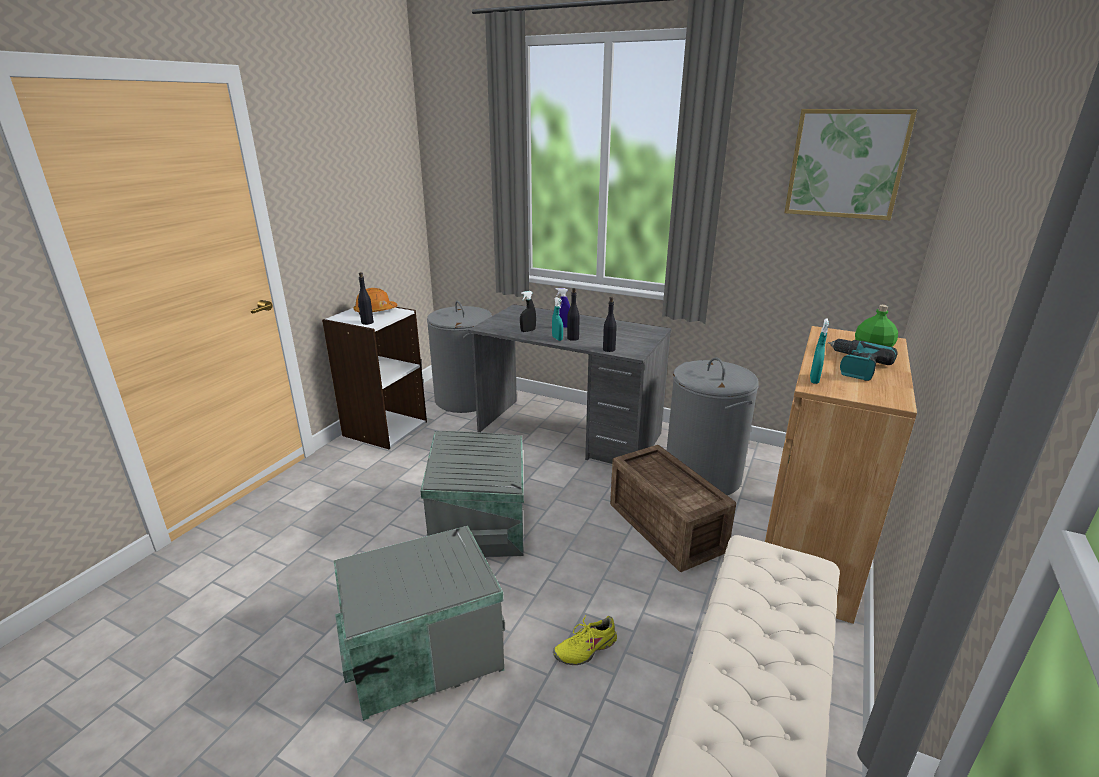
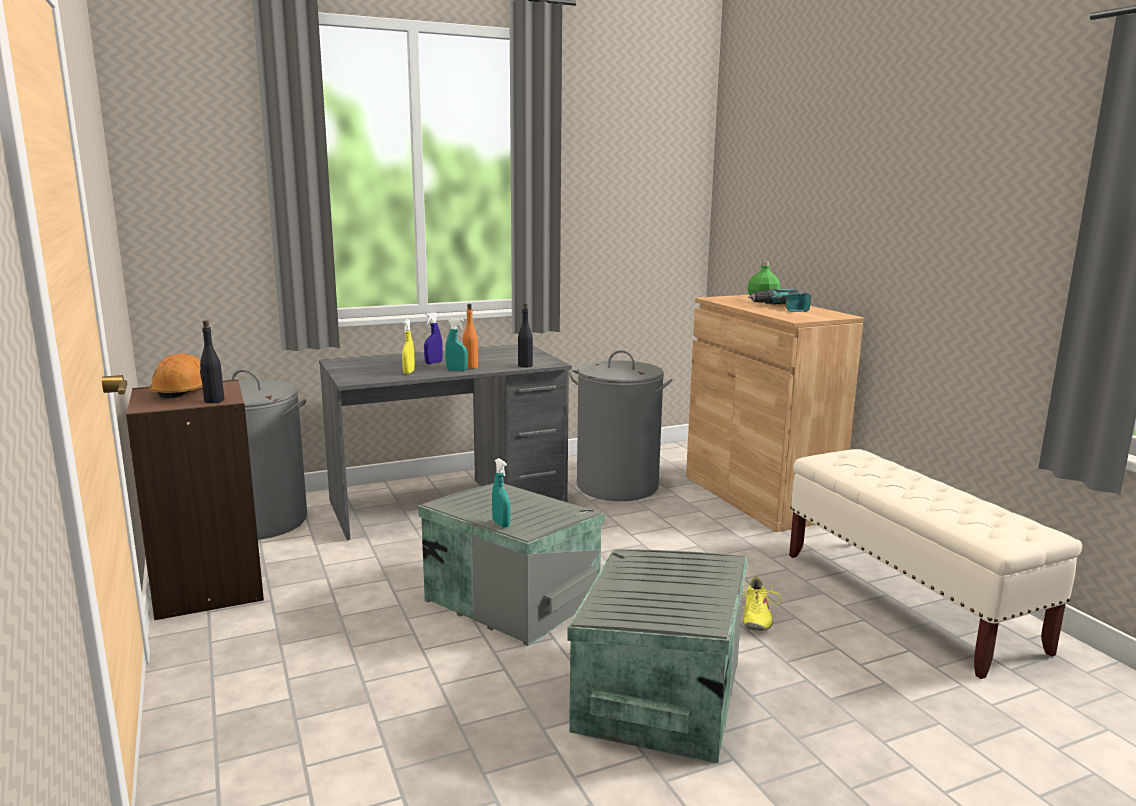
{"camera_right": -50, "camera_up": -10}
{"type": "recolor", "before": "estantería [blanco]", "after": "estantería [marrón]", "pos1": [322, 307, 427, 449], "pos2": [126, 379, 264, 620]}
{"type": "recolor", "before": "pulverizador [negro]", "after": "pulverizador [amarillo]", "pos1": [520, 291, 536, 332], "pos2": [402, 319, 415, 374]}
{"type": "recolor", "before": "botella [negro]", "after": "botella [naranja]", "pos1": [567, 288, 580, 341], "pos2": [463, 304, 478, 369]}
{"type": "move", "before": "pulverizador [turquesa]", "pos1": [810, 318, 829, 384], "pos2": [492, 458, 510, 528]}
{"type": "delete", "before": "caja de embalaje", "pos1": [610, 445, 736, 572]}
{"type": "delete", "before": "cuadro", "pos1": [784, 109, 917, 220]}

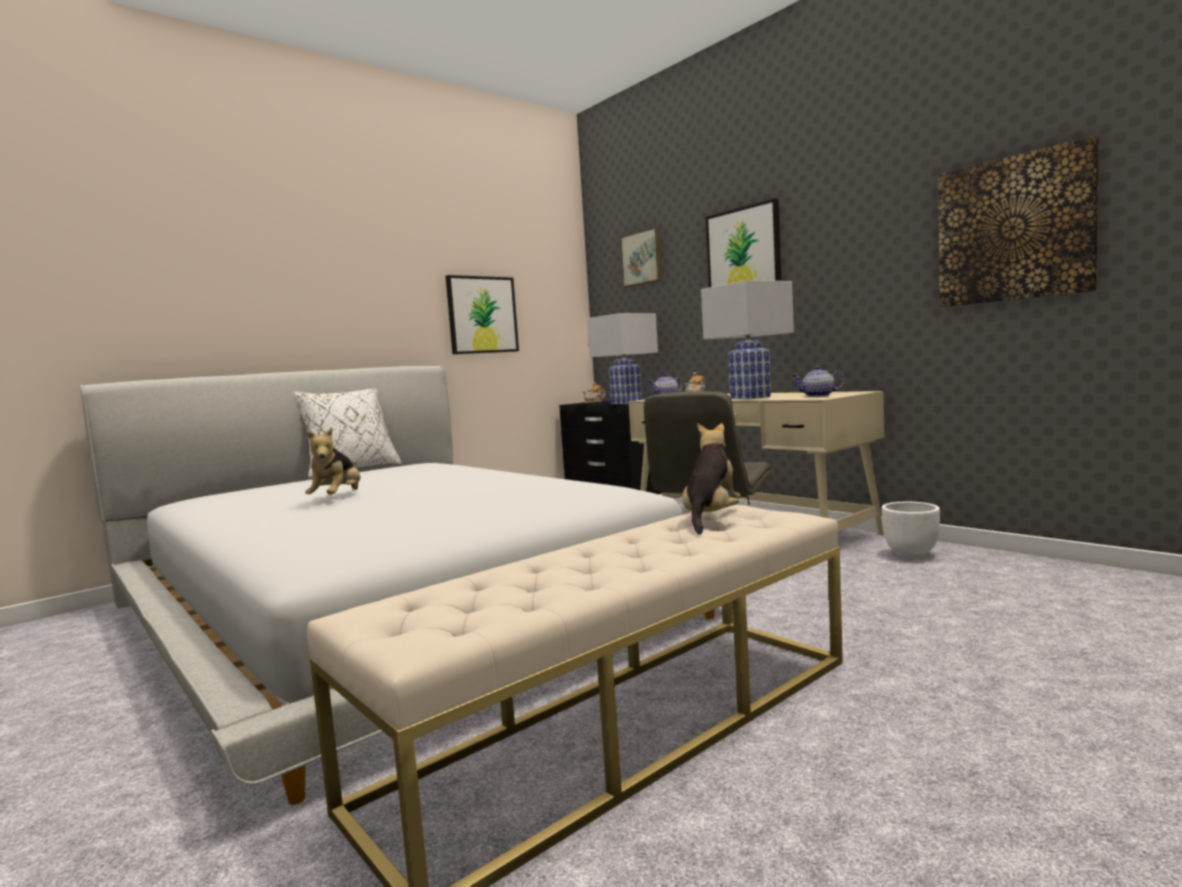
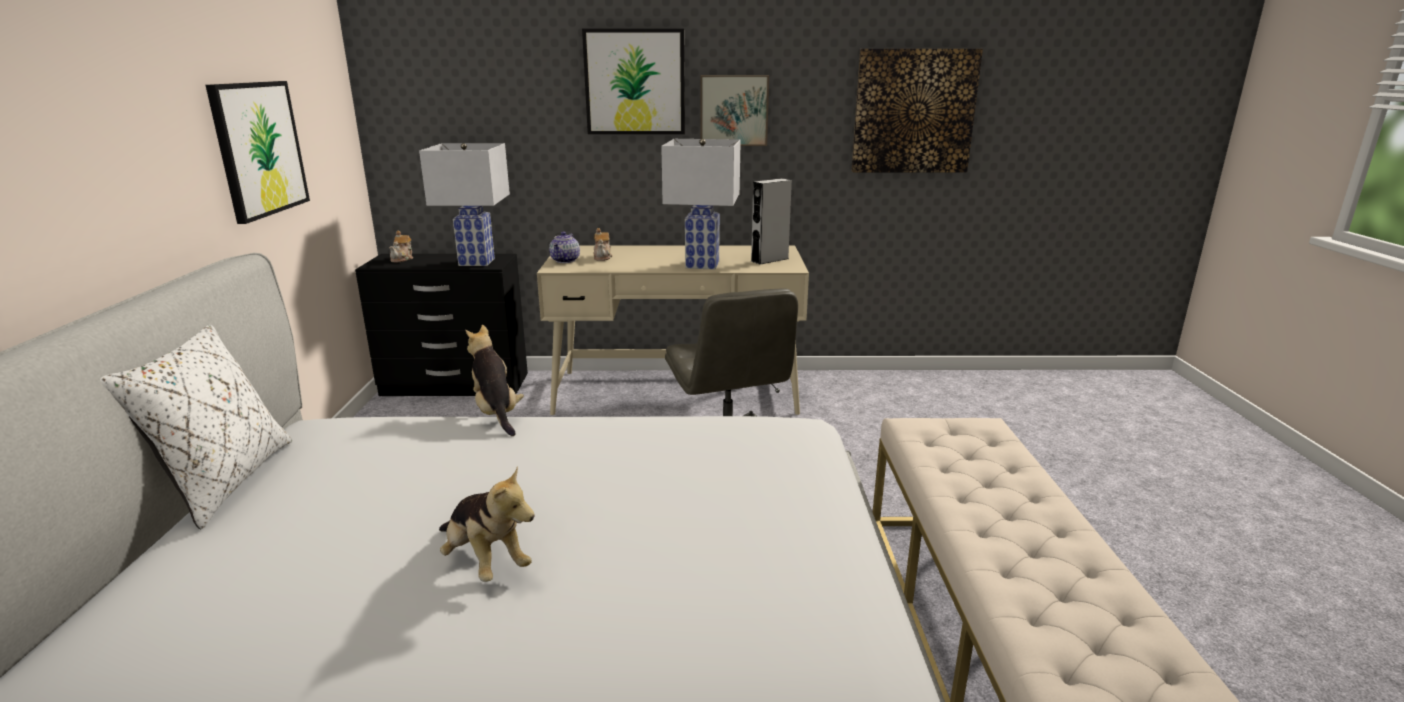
{"camera_right": -50, "camera_up": 15}
{"type": "move", "before": "peluche", "pos1": [682, 423, 741, 534], "pos2": [466, 325, 524, 436]}
{"type": "move", "before": "cuadro", "pos1": [620, 227, 663, 287], "pos2": [700, 75, 769, 146]}
{"type": "replace", "before": "tetera", "after": "altavoz [gris]", "pos1": [792, 366, 845, 397], "pos2": [751, 178, 792, 265]}
{"type": "delete", "before": "maceta [blanco]", "pos1": [881, 502, 940, 558]}

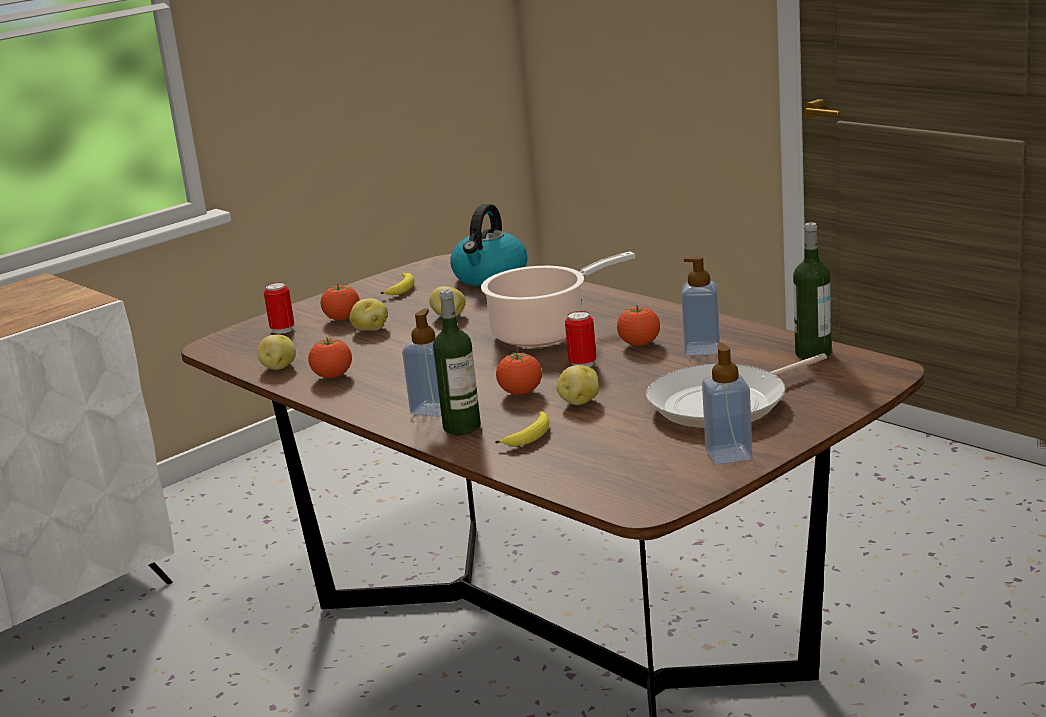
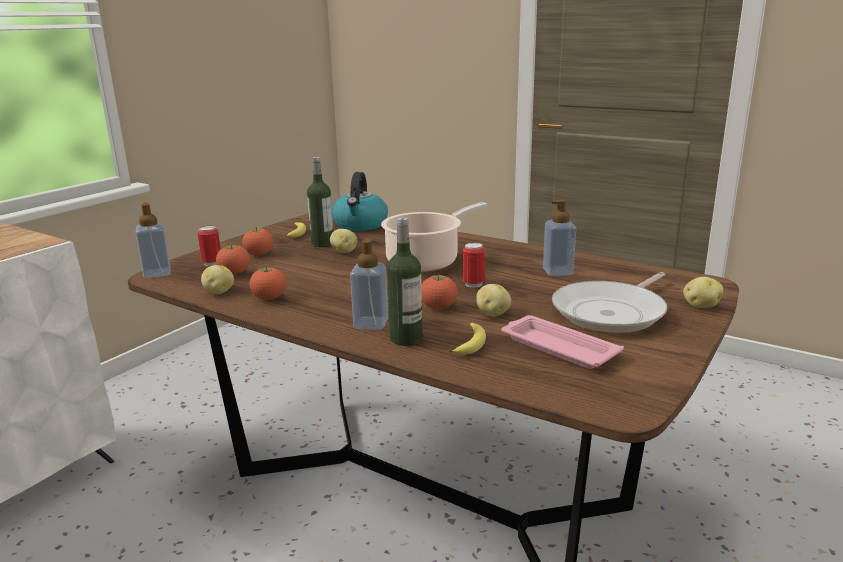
{"camera_right": -15, "camera_up": 0}
{"type": "move", "before": "dispensador de jabón", "pos1": [702, 343, 753, 464], "pos2": [136, 202, 171, 278]}
{"type": "move", "before": "tomate", "pos1": [617, 305, 660, 346], "pos2": [216, 245, 250, 275]}
{"type": "move", "before": "botella", "pos1": [793, 222, 832, 360], "pos2": [307, 157, 333, 247]}
{"type": "insert", "after": "bandeja [rosa]", "pos2": [501, 315, 624, 369]}
{"type": "move", "before": "patata", "pos1": [349, 299, 388, 331], "pos2": [683, 277, 723, 308]}

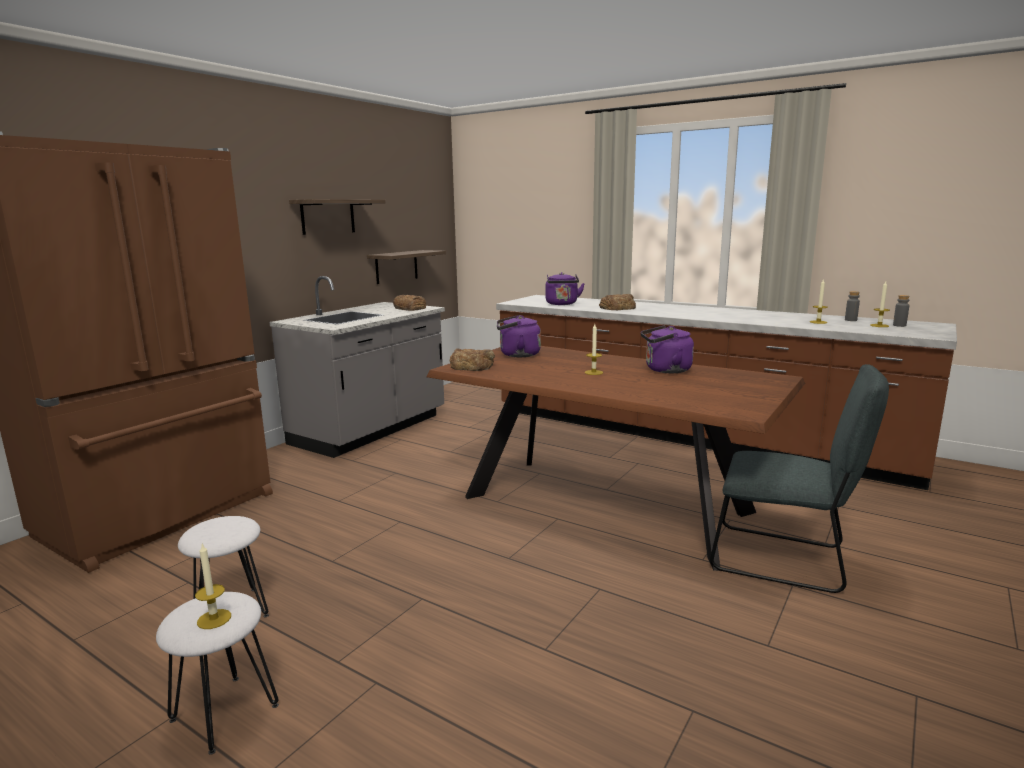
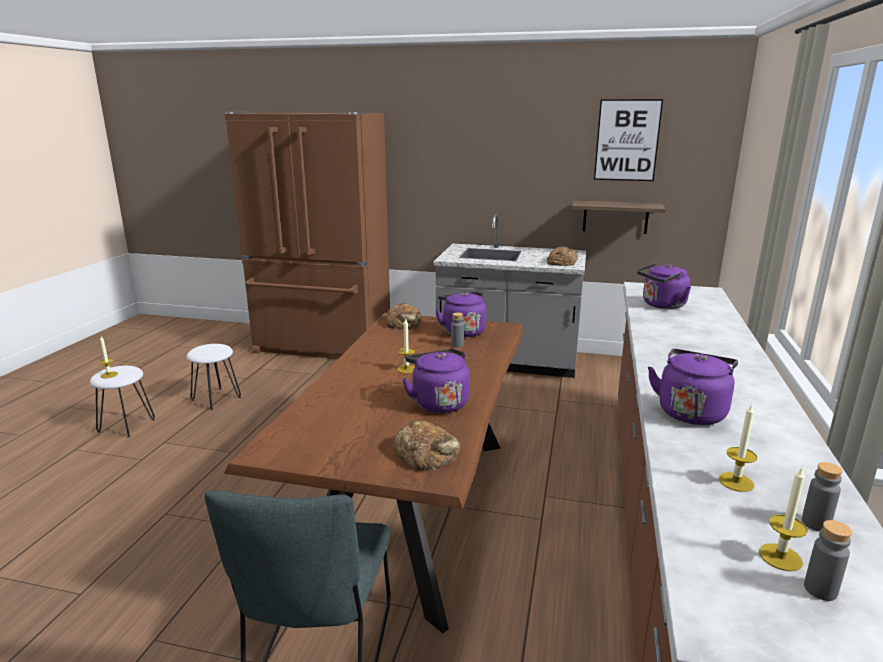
{"camera_right": 70, "camera_up": 5}
{"type": "move", "before": "pan", "pos1": [599, 294, 636, 310], "pos2": [393, 420, 460, 471]}
{"type": "insert", "after": "botella [gris]", "pos2": [451, 312, 464, 348]}
{"type": "insert", "after": "cuadro", "pos2": [594, 99, 663, 181]}
{"type": "insert", "after": "hervidor [morado]", "pos2": [648, 349, 738, 425]}
{"type": "delete", "before": "estante", "pos1": [289, 199, 385, 235]}

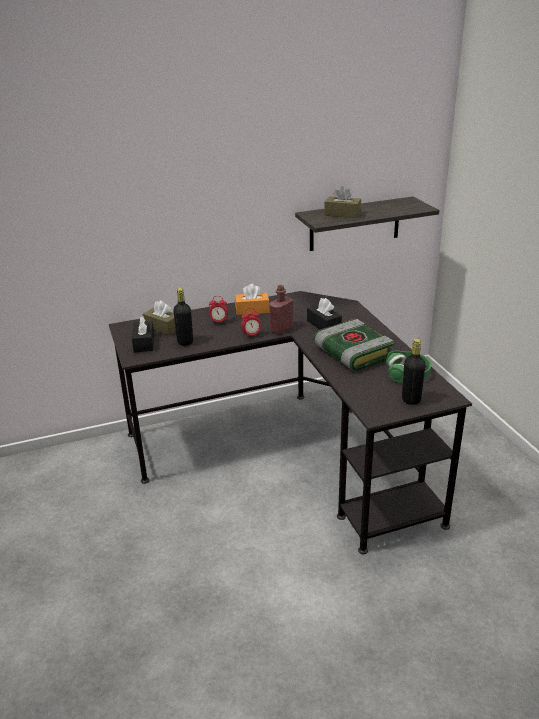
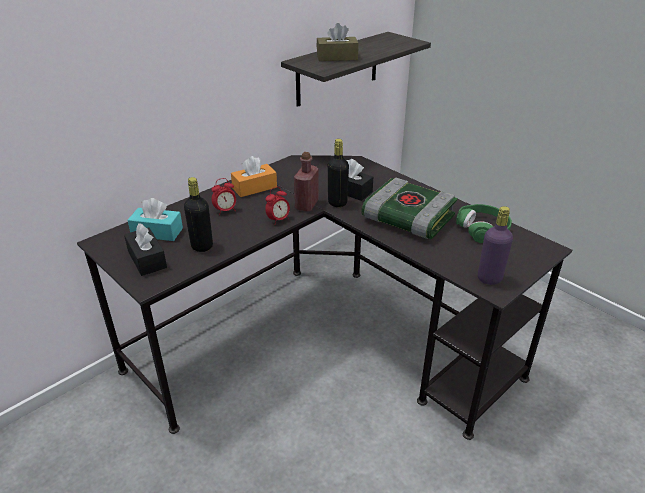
{"camera_right": -25, "camera_up": 5}
{"type": "recolor", "before": "caja de pañuelos [marrón]", "after": "caja de pañuelos [turquesa]", "pos1": [143, 300, 176, 335], "pos2": [128, 198, 183, 241]}
{"type": "move", "before": "botella [negro]", "pos1": [402, 338, 425, 405], "pos2": [328, 139, 349, 207]}
{"type": "insert", "after": "botella [morado]", "pos2": [478, 206, 513, 285]}

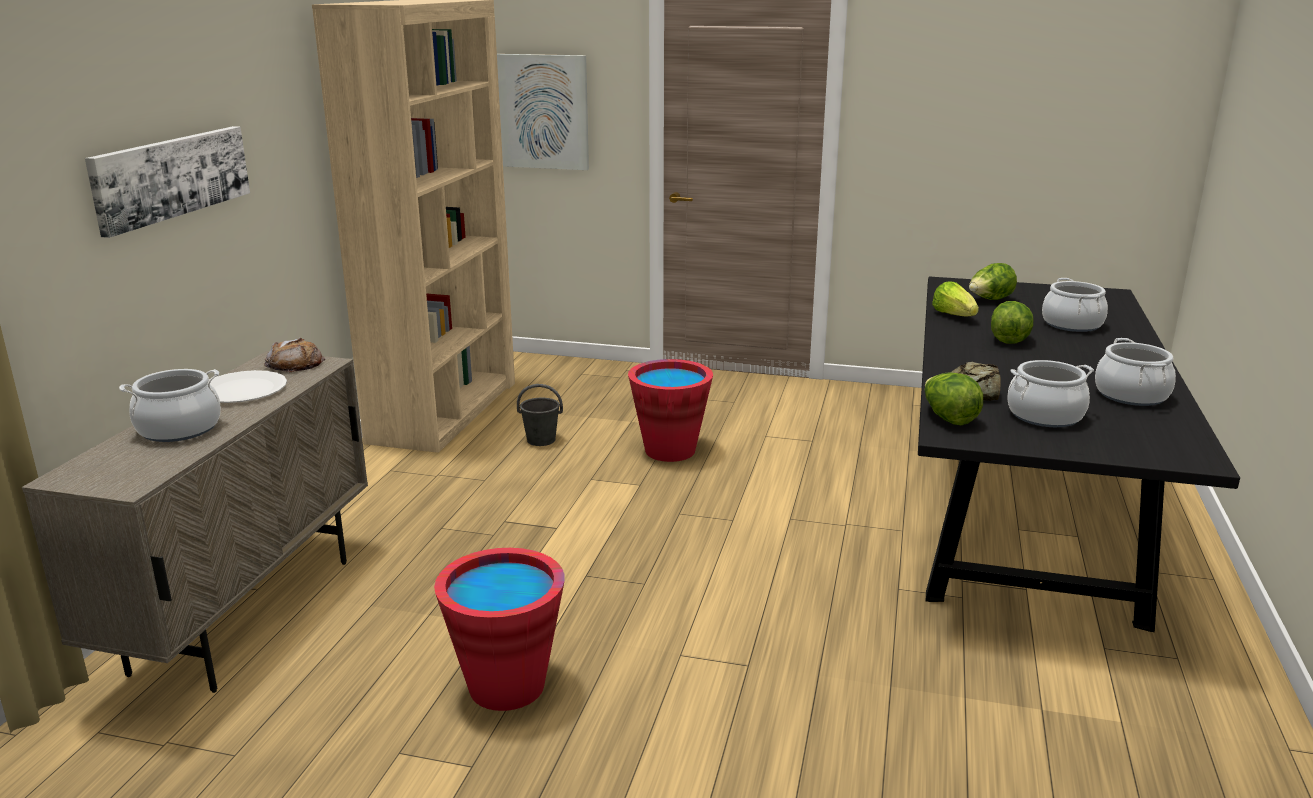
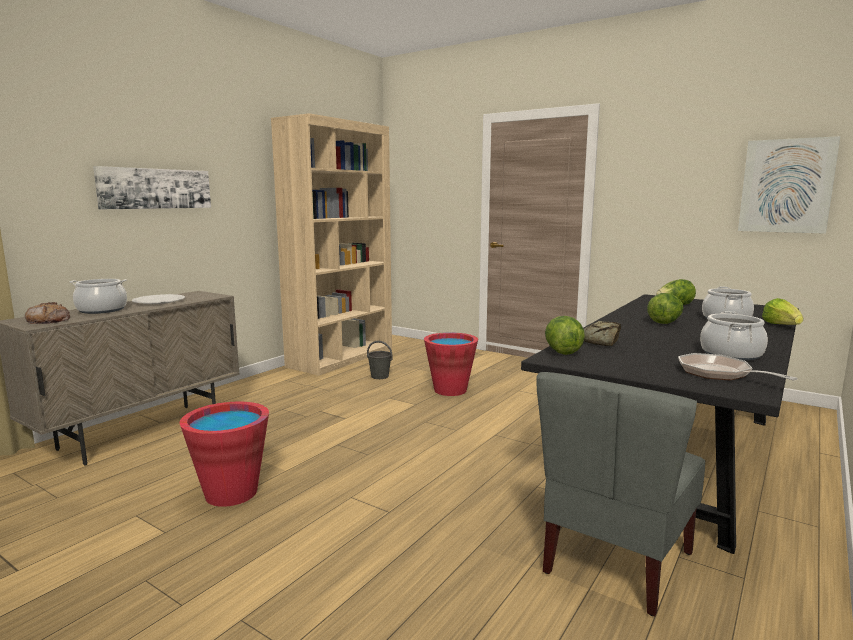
{"camera_right": 20, "camera_up": -10}
{"type": "move", "before": "pan", "pos1": [264, 338, 325, 372], "pos2": [25, 302, 70, 324]}
{"type": "insert", "after": "silla [gris]", "pos2": [536, 372, 705, 616]}
{"type": "insert", "after": "sartén", "pos2": [678, 353, 798, 380]}
{"type": "move", "before": "cuadro", "pos1": [497, 54, 589, 170], "pos2": [738, 136, 840, 234]}
{"type": "move", "before": "lechuga", "pos1": [932, 281, 979, 316], "pos2": [762, 298, 803, 325]}
{"type": "delete", "before": "olla", "pos1": [1007, 360, 1094, 427]}

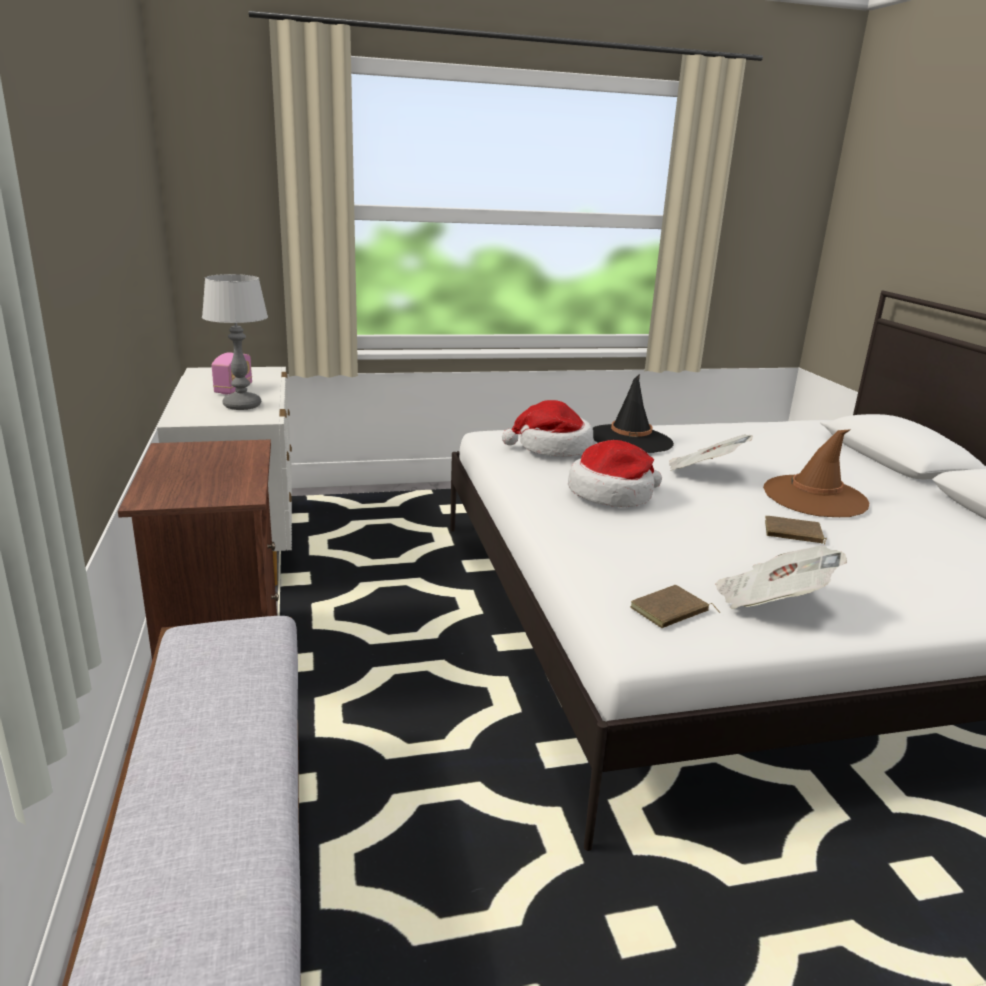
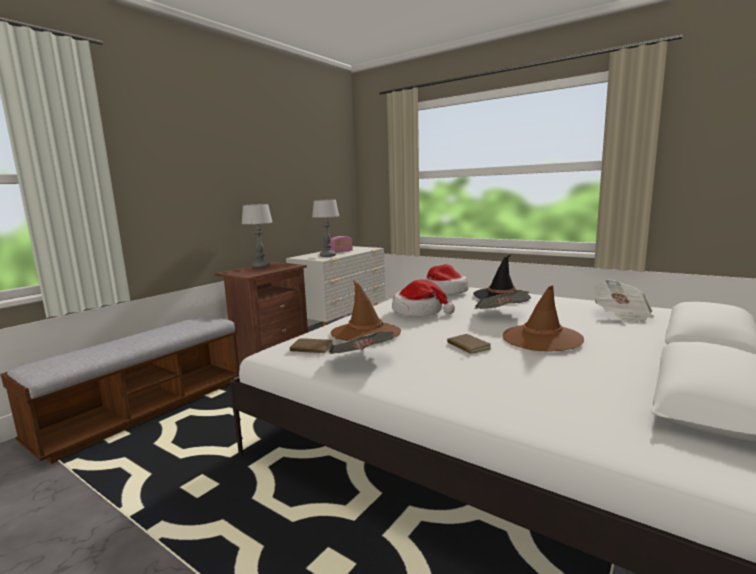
{"camera_right": 50, "camera_up": -10}
{"type": "insert", "after": "lámpara de mesa", "pos2": [242, 204, 273, 268]}
{"type": "insert", "after": "sombrero [marrón]", "pos2": [331, 281, 401, 341]}
{"type": "insert", "after": "periódico", "pos2": [594, 279, 654, 324]}

